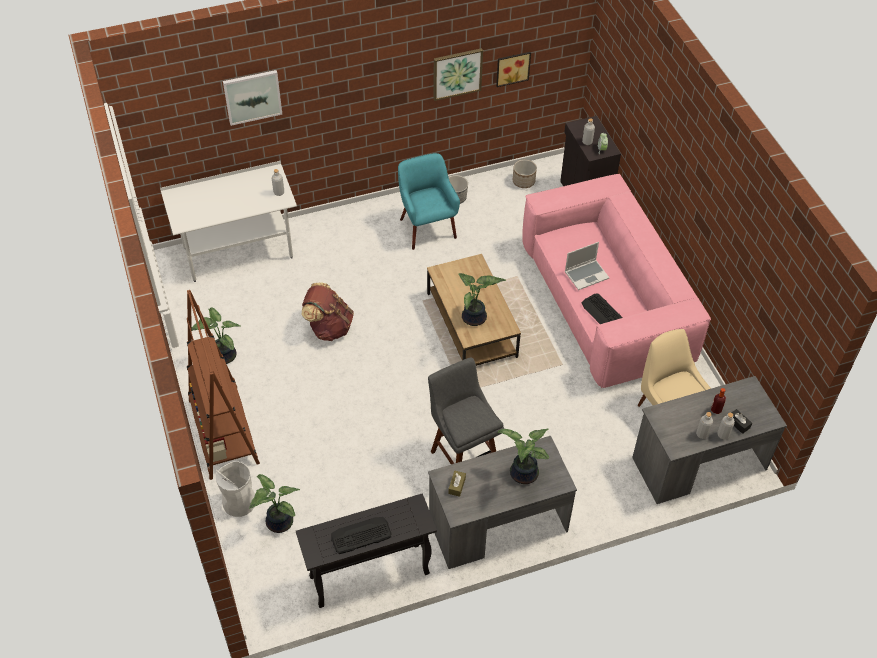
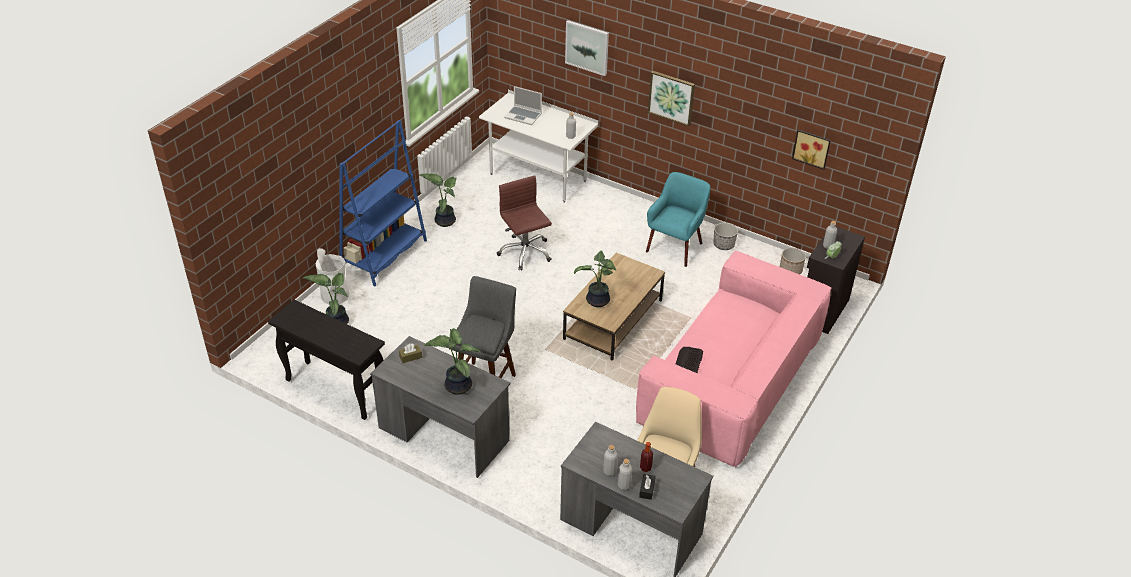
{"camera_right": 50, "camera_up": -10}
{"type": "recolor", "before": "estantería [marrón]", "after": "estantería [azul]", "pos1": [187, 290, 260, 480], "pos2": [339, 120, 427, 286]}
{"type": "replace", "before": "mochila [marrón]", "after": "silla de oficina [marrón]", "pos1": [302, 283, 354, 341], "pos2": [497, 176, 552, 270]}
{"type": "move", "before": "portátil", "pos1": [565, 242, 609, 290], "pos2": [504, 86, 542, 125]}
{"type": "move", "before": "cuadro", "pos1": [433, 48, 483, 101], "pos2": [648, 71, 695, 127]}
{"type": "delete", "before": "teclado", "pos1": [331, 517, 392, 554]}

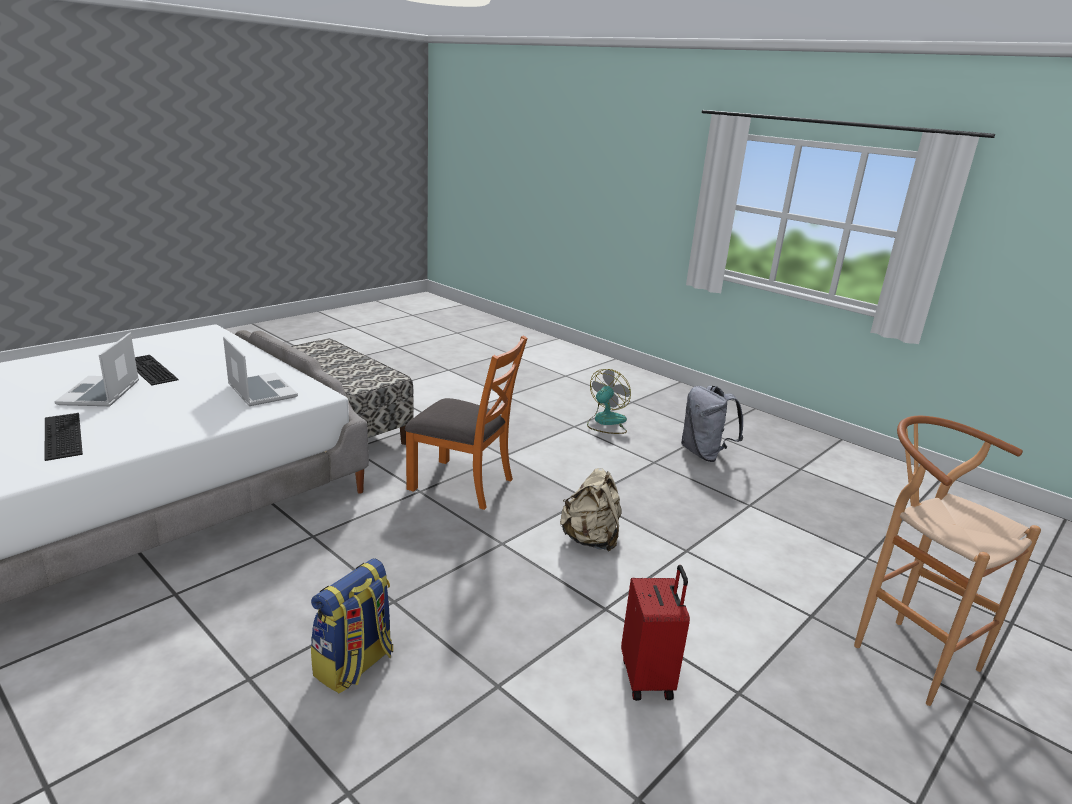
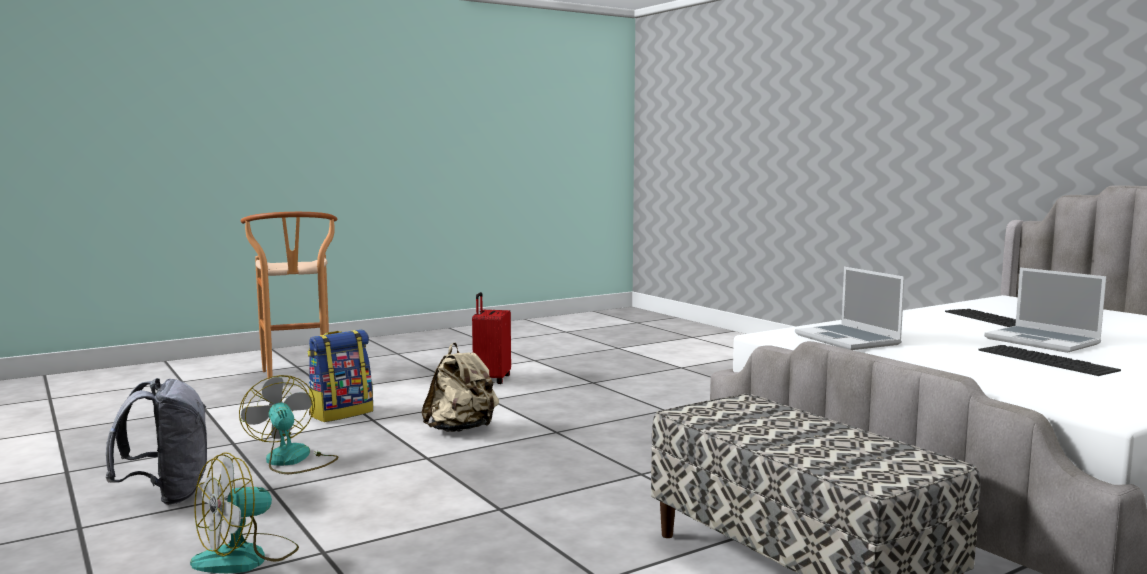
{"camera_right": -165, "camera_up": -15}
{"type": "insert", "after": "ventilador", "pos2": [239, 375, 338, 474]}
{"type": "move", "before": "mochila", "pos1": [311, 558, 393, 694], "pos2": [308, 329, 373, 422]}
{"type": "rotate", "before": "portátil", "pos1": [54, 332, 139, 406], "pos2": [984, 267, 1106, 353], "turn": 135}
{"type": "delete", "before": "silla [naranja]", "pos1": [405, 336, 528, 510]}

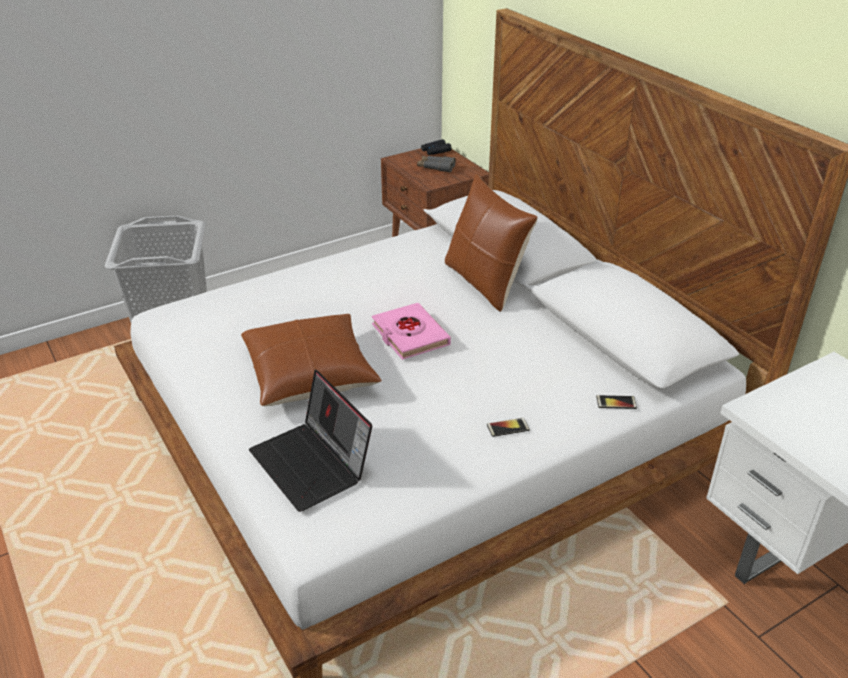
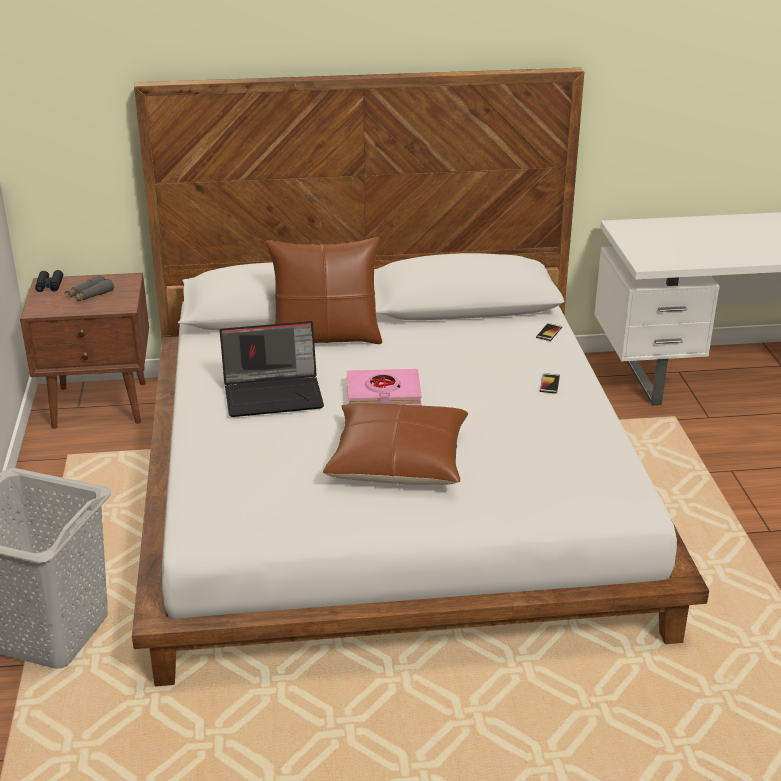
{"camera_right": -65, "camera_up": -5}
{"type": "move", "before": "portátil", "pos1": [249, 370, 372, 512], "pos2": [220, 321, 324, 417]}

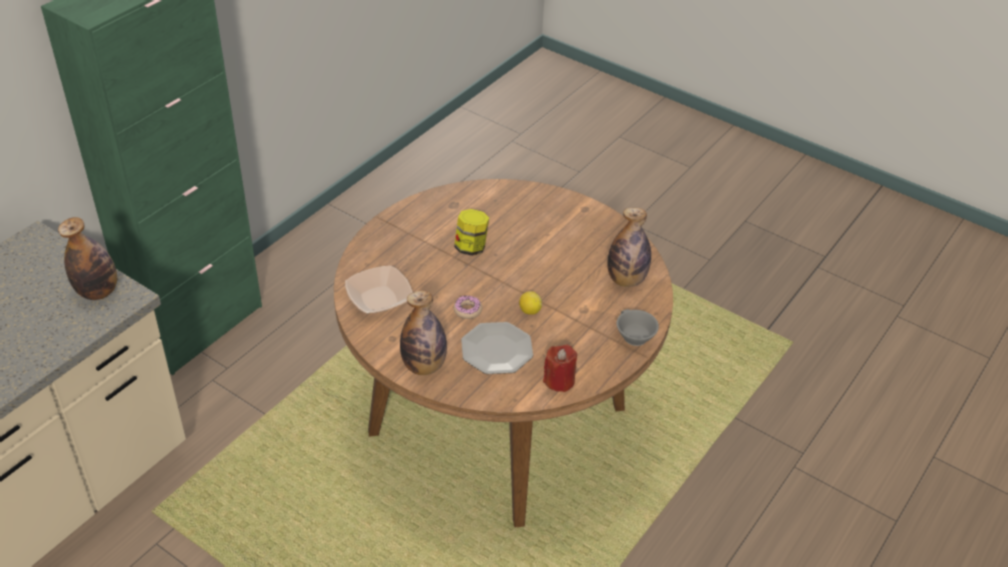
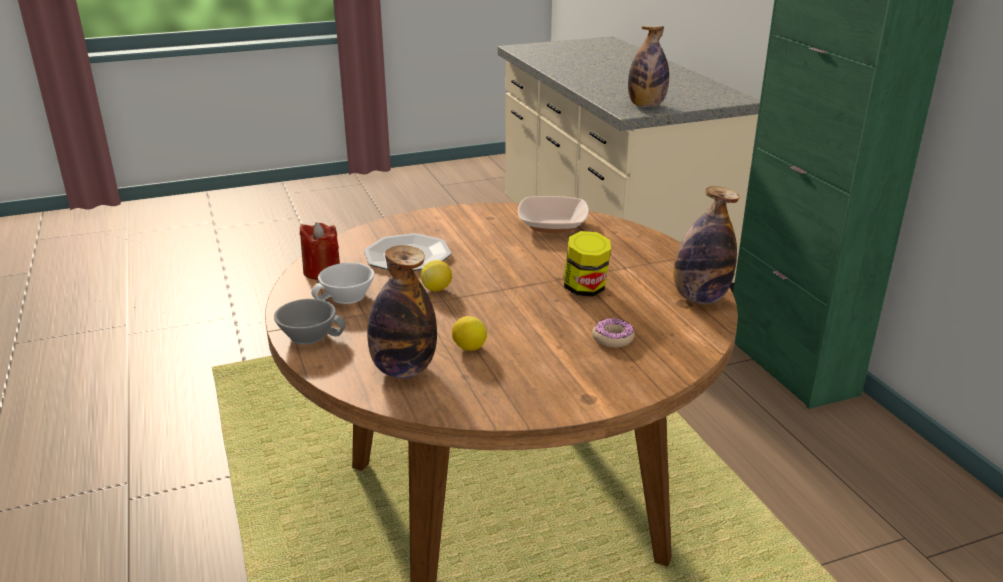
{"camera_right": 125, "camera_up": -15}
{"type": "insert", "after": "taza [blanco]", "pos2": [311, 263, 375, 304]}
{"type": "insert", "after": "limón", "pos2": [452, 316, 487, 351]}
{"type": "move", "before": "rosquilla", "pos1": [454, 295, 482, 319], "pos2": [592, 318, 635, 347]}
{"type": "move", "before": "botella", "pos1": [400, 290, 447, 375], "pos2": [673, 186, 739, 304]}

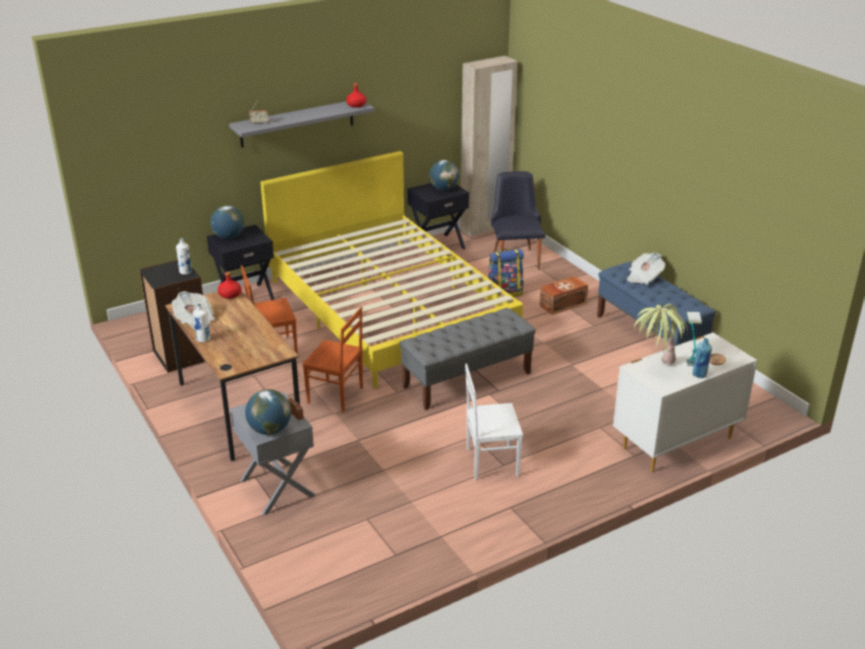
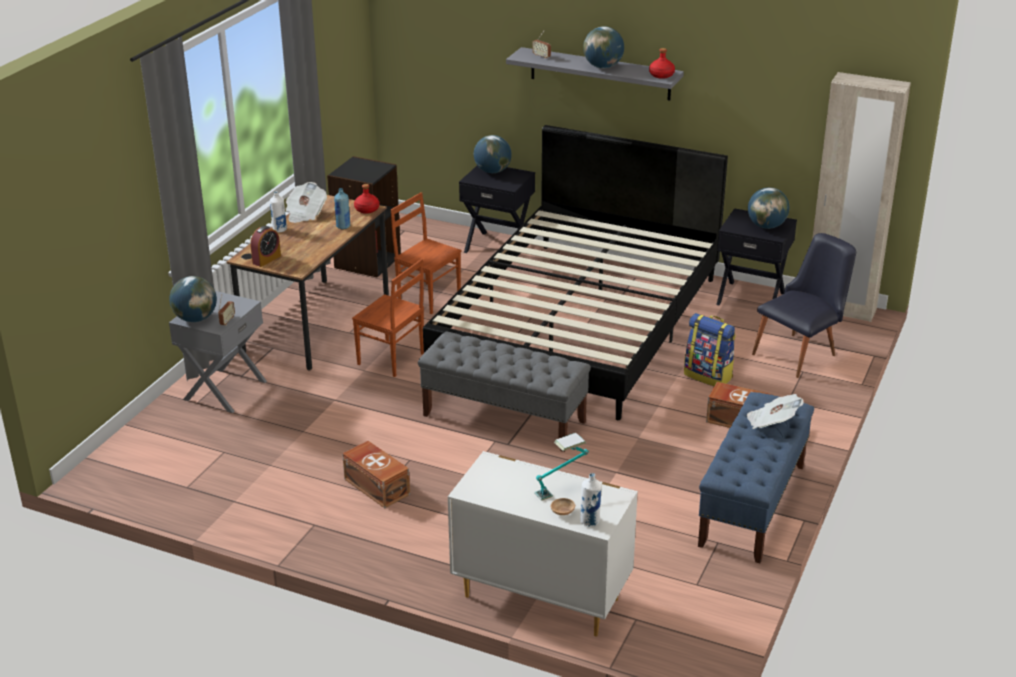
{"camera_right": 55, "camera_up": 0}
{"type": "insert", "after": "despertador", "pos2": [250, 226, 281, 267]}
{"type": "move", "before": "botella [azul]", "pos1": [692, 338, 712, 378], "pos2": [334, 188, 350, 229]}
{"type": "replace", "before": "silla [blanco]", "after": "caja de almacenaje [marrón]", "pos1": [465, 363, 523, 480], "pos2": [342, 441, 410, 508]}
{"type": "rotate", "before": "silla [marrón]", "pos1": [302, 307, 363, 412], "pos2": [352, 259, 424, 377], "turn": -45}
{"type": "recolor", "before": "cama [amarillo]", "after": "cama [negro]", "pos1": [260, 151, 523, 388], "pos2": [423, 125, 728, 420]}
{"type": "move", "before": "botella [blanco]", "pos1": [176, 238, 192, 275], "pos2": [580, 473, 602, 527]}
{"type": "insert", "after": "globo terráqueo", "pos2": [583, 26, 624, 68]}
{"type": "delete", "before": "planta en maceta", "pos1": [634, 304, 688, 365]}

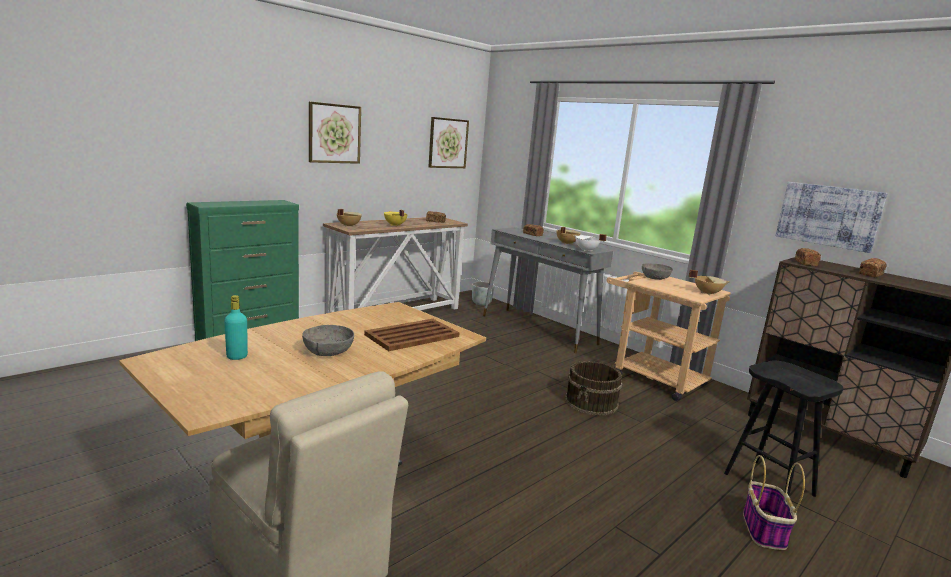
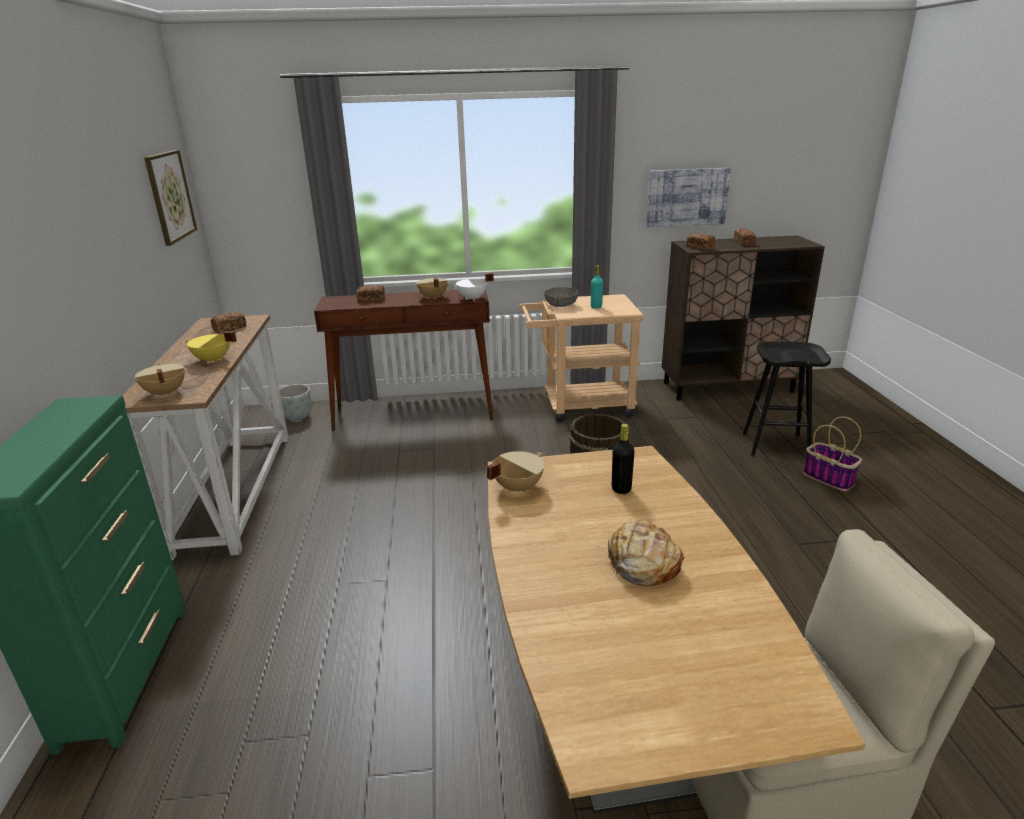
{"camera_right": -50, "camera_up": 10}
{"type": "recolor", "before": "mesa consola [gris]", "after": "mesa consola [marrón]", "pos1": [483, 227, 613, 353], "pos2": [314, 290, 493, 431]}
{"type": "move", "before": "olla [beis]", "pos1": [689, 270, 730, 296], "pos2": [487, 451, 544, 493]}
{"type": "move", "before": "botella [turquesa]", "pos1": [224, 295, 248, 360], "pos2": [591, 266, 603, 308]}
{"type": "replace", "before": "cuenco [gris]", "after": "pan", "pos1": [302, 325, 354, 356], "pos2": [606, 521, 684, 586]}
{"type": "replace", "before": "bandeja [marrón]", "after": "botella [negro]", "pos1": [364, 319, 460, 351], "pos2": [612, 424, 635, 494]}
{"type": "delete", "before": "cuadro", "pos1": [309, 102, 361, 164]}

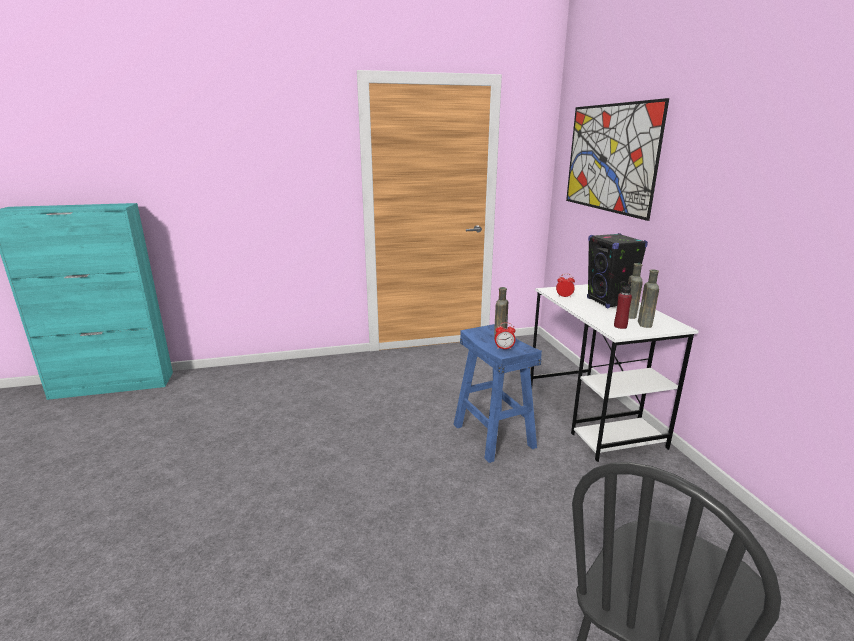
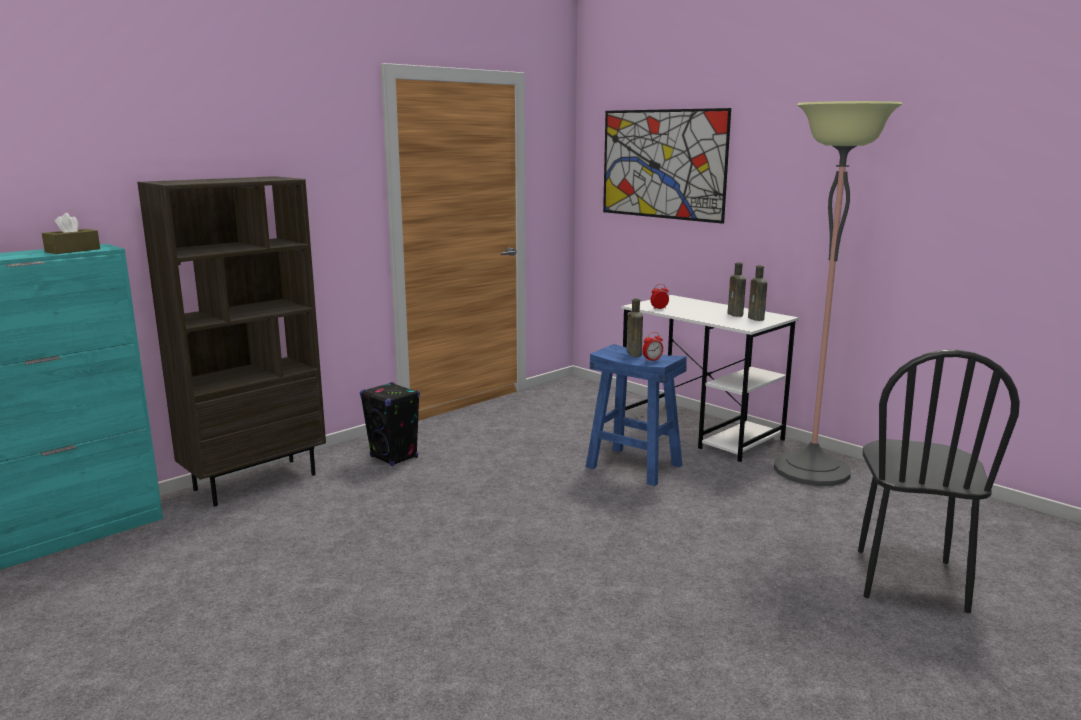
{"camera_right": -30, "camera_up": -5}
{"type": "insert", "after": "caja de pañuelos [marrón]", "pos2": [42, 213, 100, 254]}
{"type": "insert", "after": "estantería [marrón]", "pos2": [137, 176, 326, 507]}
{"type": "move", "before": "altavoz [negro]", "pos1": [587, 233, 648, 308], "pos2": [360, 382, 420, 466]}
{"type": "insert", "after": "lámpara de pie", "pos2": [774, 101, 902, 486]}
{"type": "delete", "before": "botella [rojo]", "pos1": [614, 282, 632, 329]}

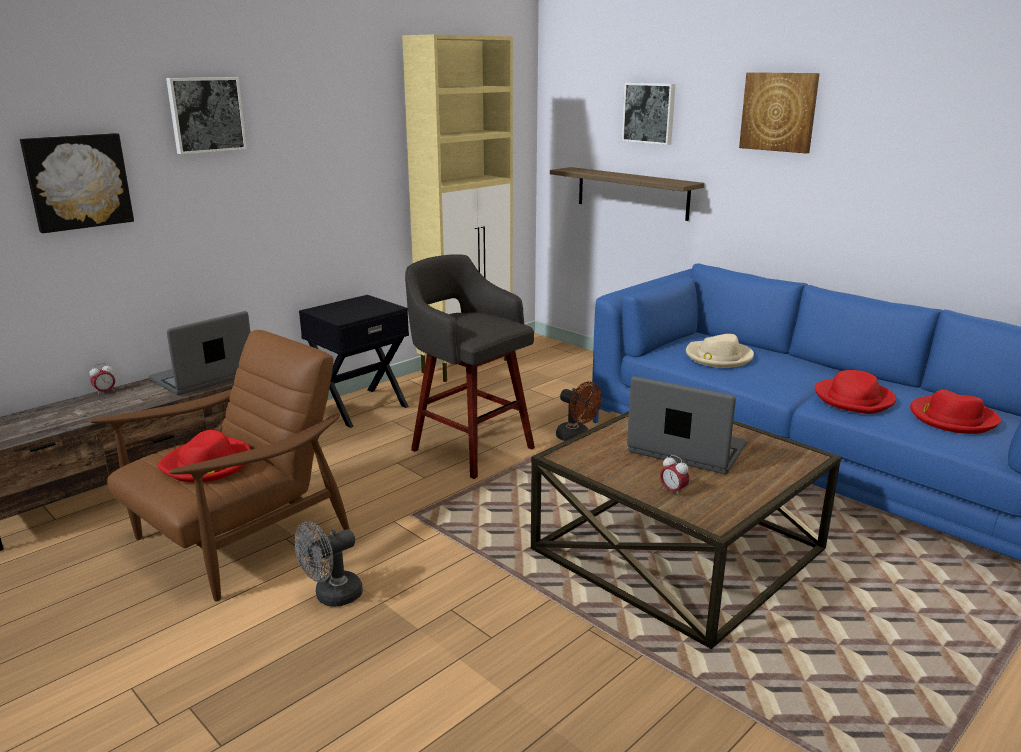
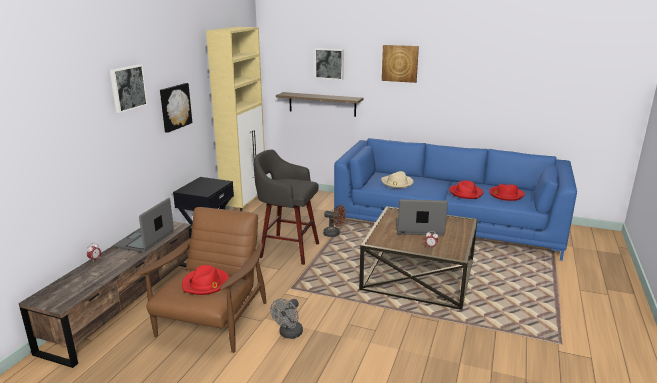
{"camera_right": -25, "camera_up": 0}
{"type": "move", "before": "cuadro", "pos1": [20, 133, 134, 233], "pos2": [160, 83, 192, 133]}

